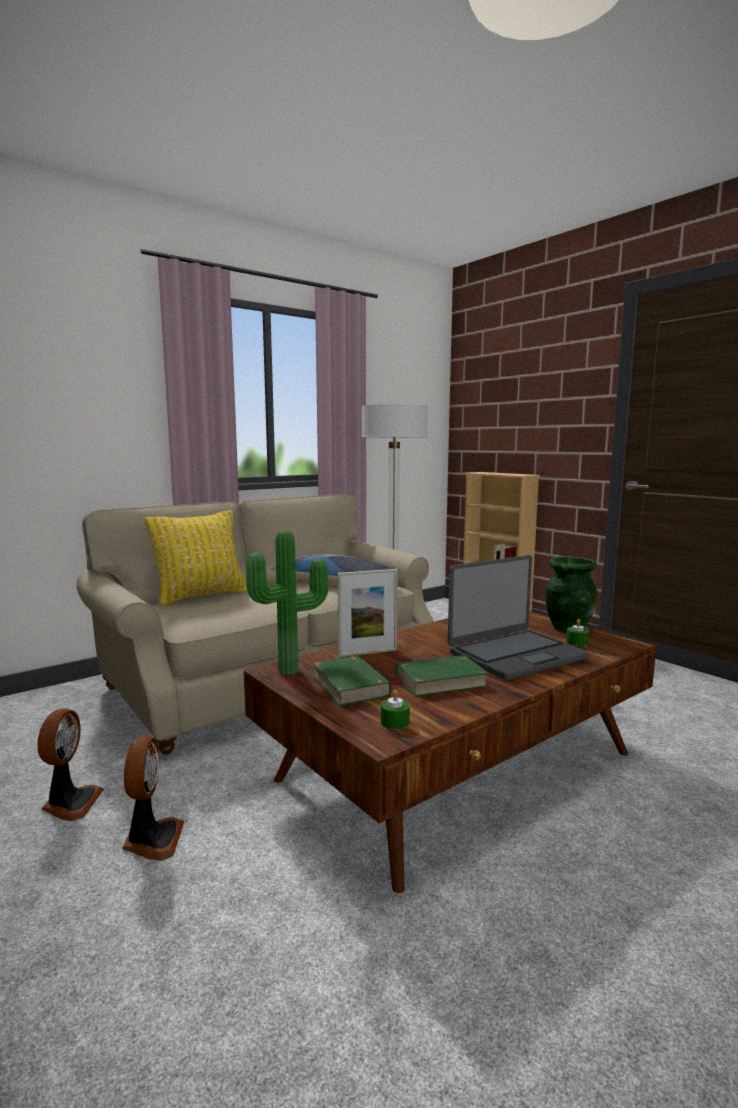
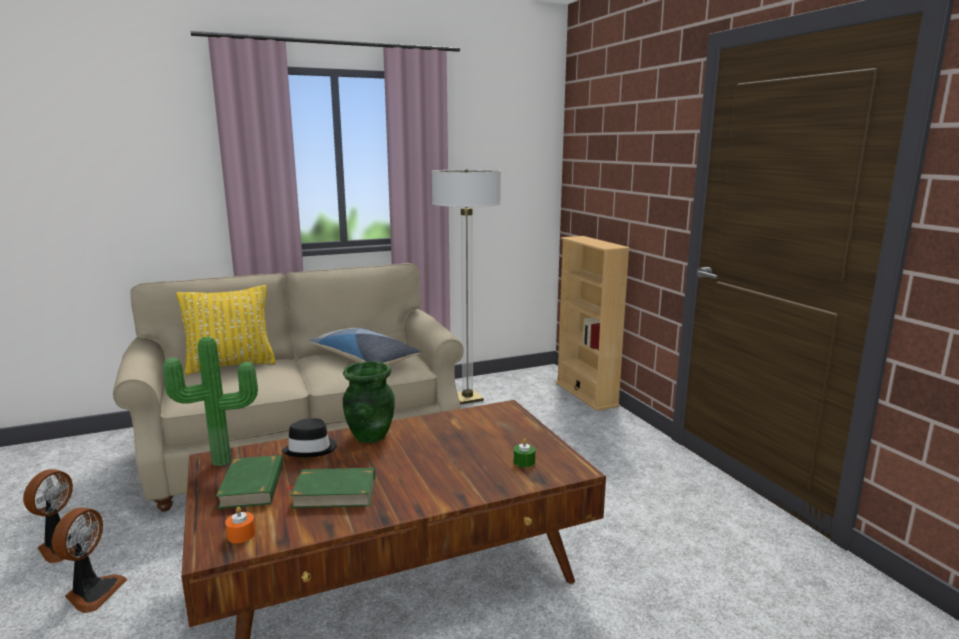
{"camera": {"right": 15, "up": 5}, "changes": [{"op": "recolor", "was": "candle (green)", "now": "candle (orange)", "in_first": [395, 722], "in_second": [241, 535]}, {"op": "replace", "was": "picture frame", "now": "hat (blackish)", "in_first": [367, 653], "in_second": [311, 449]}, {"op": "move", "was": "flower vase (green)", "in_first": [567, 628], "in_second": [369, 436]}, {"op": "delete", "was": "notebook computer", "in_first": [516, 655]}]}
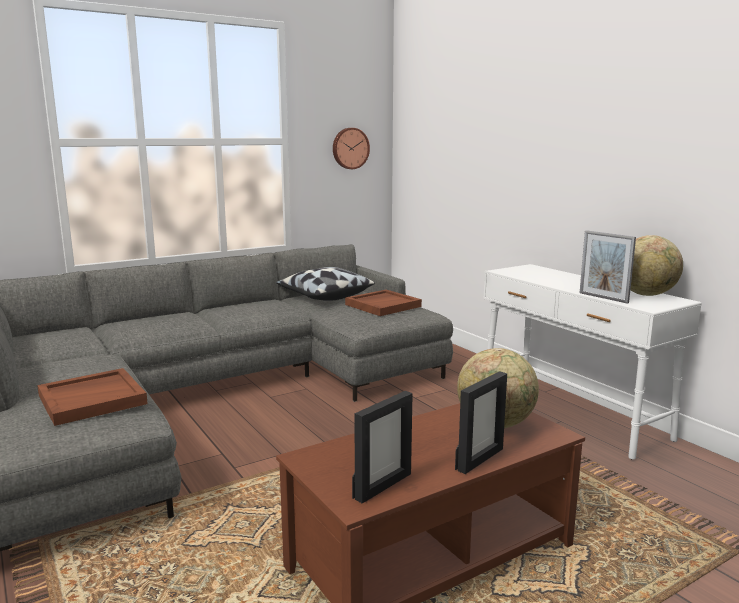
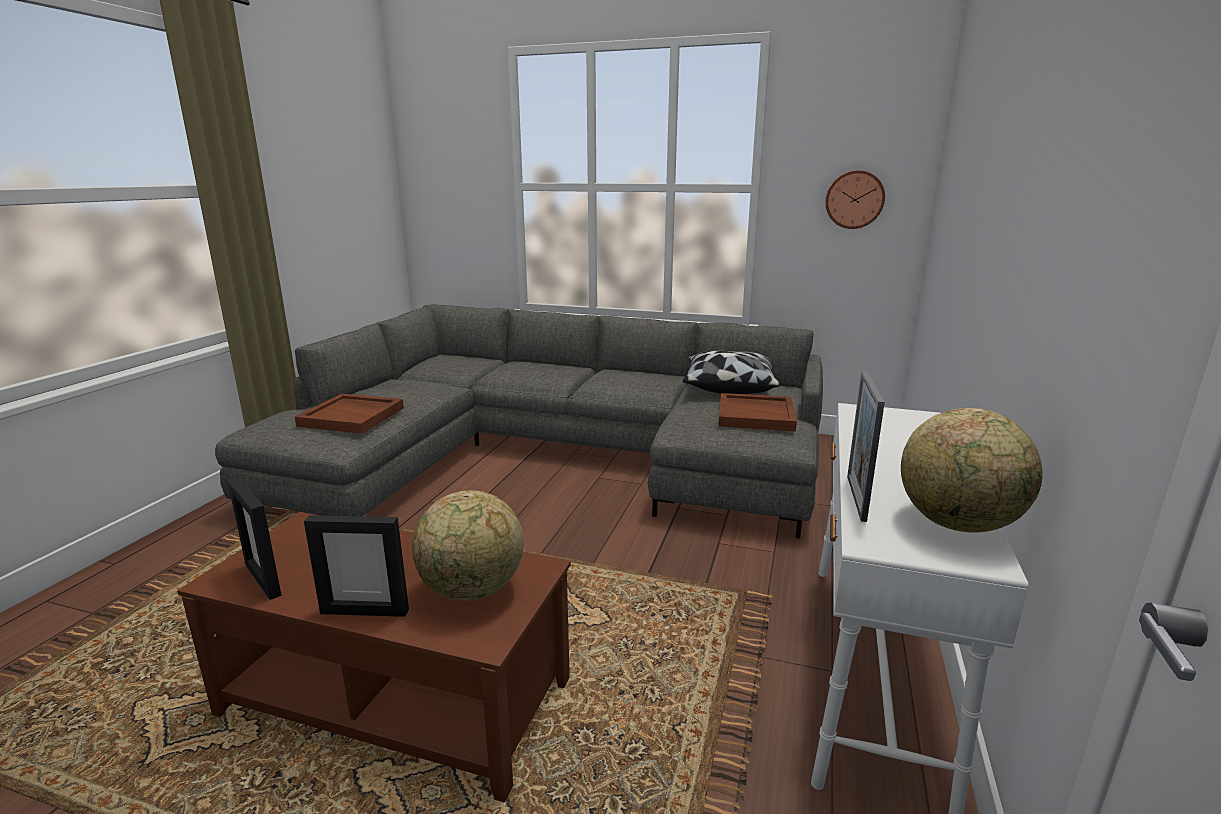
{"camera": {"right": 50, "up": 5}, "changes": [{"op": "rotate", "was": "picture frame", "in_first": [382, 485], "in_second": [264, 579], "clockwise": 45}]}
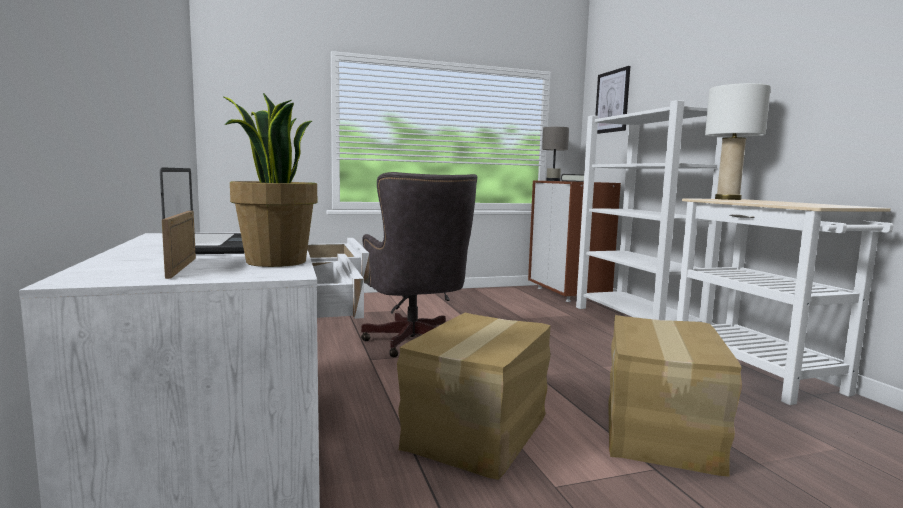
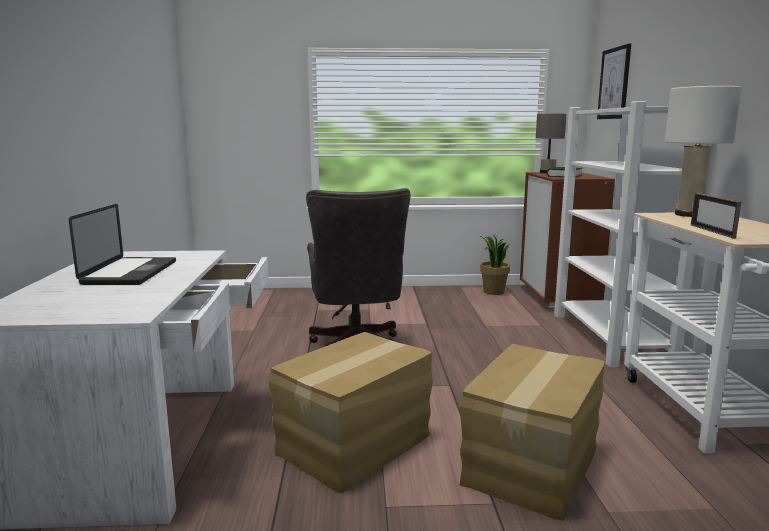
{"camera": {"right": 15, "up": 5}, "changes": [{"op": "move", "was": "houseplant", "in_first": [275, 262], "in_second": [493, 292]}, {"op": "move", "was": "picture frame", "in_first": [182, 267], "in_second": [711, 231]}]}
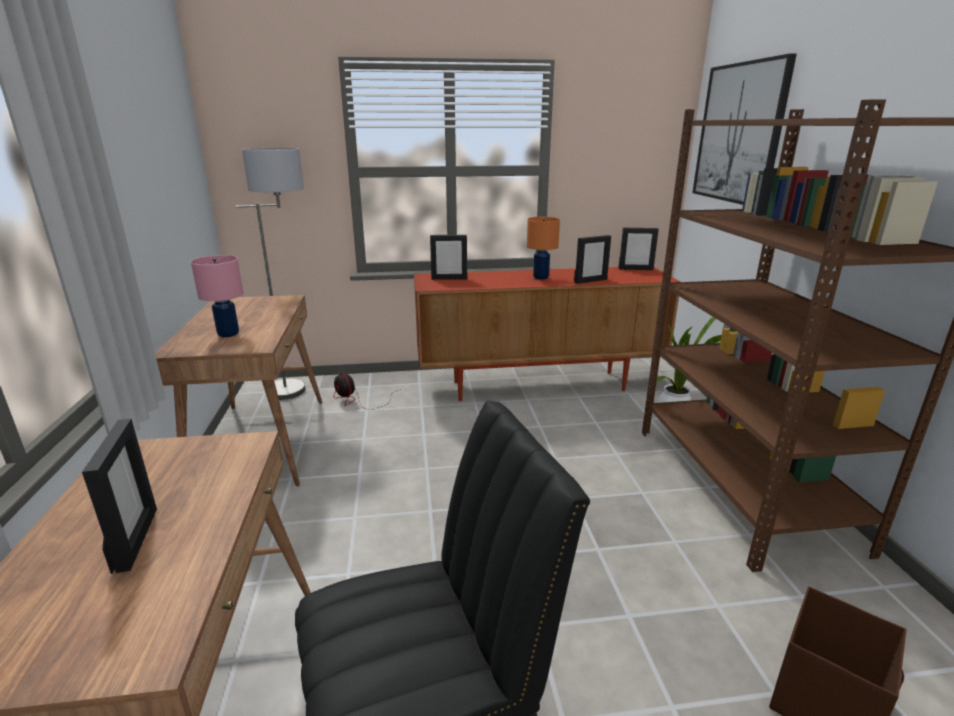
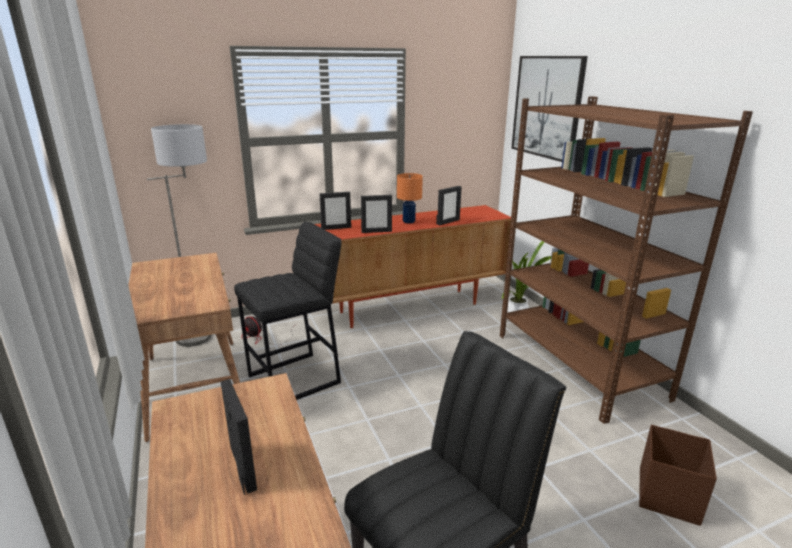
{"camera": {"right": -15, "up": 0}, "changes": [{"op": "insert", "now": "sitting stool (blackish)", "in_second": [296, 378]}, {"op": "move", "was": "picture frame", "in_first": [635, 269], "in_second": [376, 231]}, {"op": "delete", "was": "lamp for a table (pink)", "in_first": [230, 334]}]}
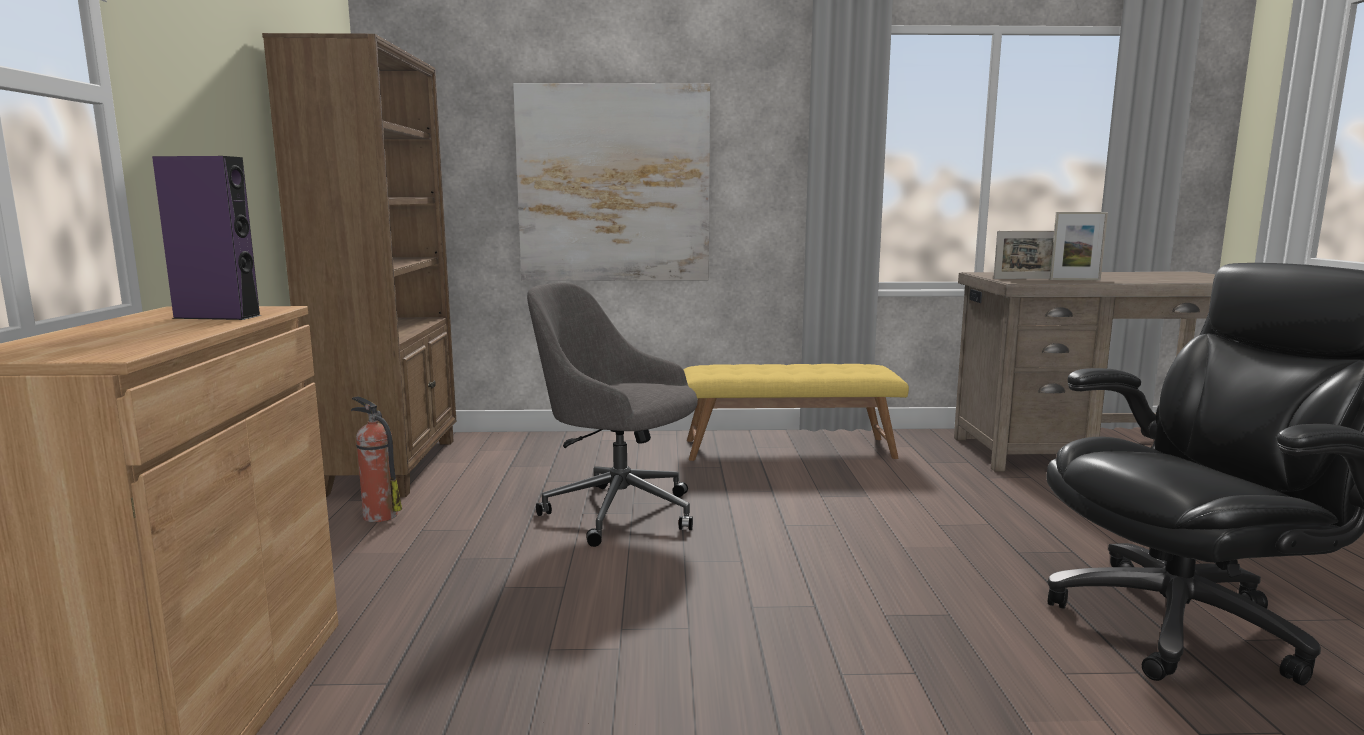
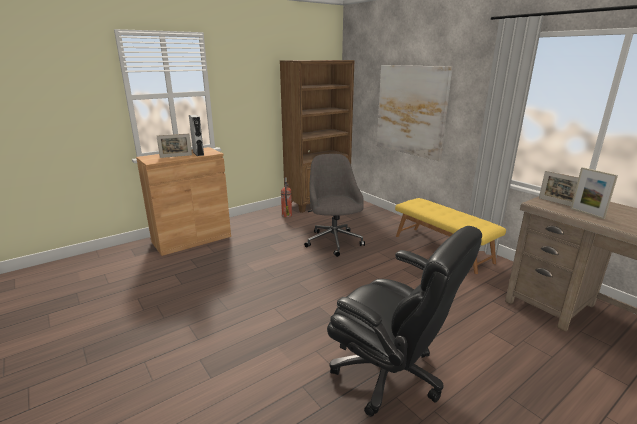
{"camera": {"right": 55, "up": 10}, "changes": [{"op": "insert", "now": "picture frame", "in_second": [176, 156]}, {"op": "recolor", "was": "loudspeaker (purple-coloured)", "now": "loudspeaker (grey)", "in_first": [217, 317], "in_second": [198, 153]}]}
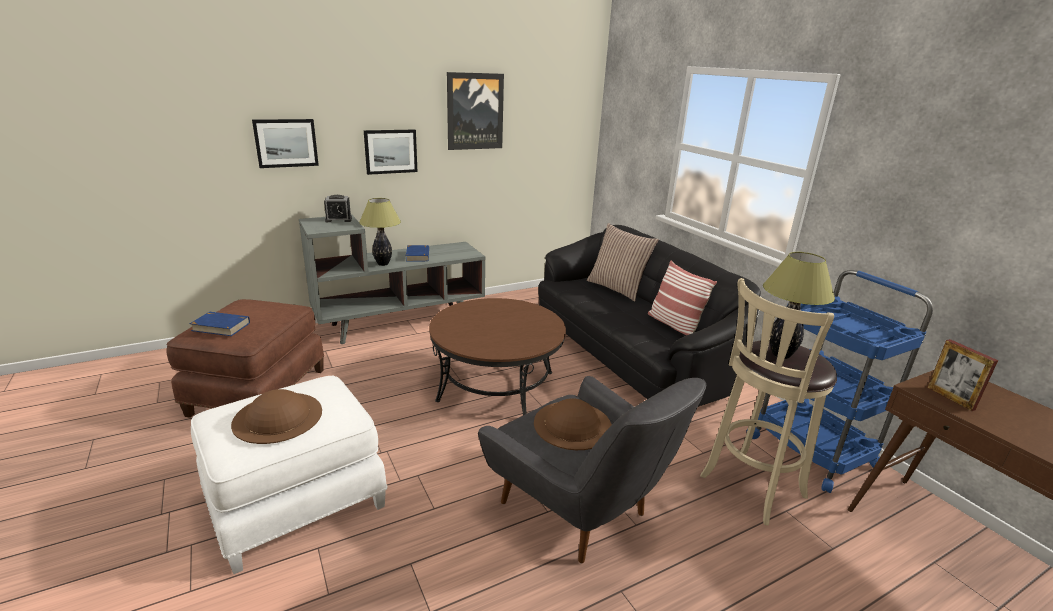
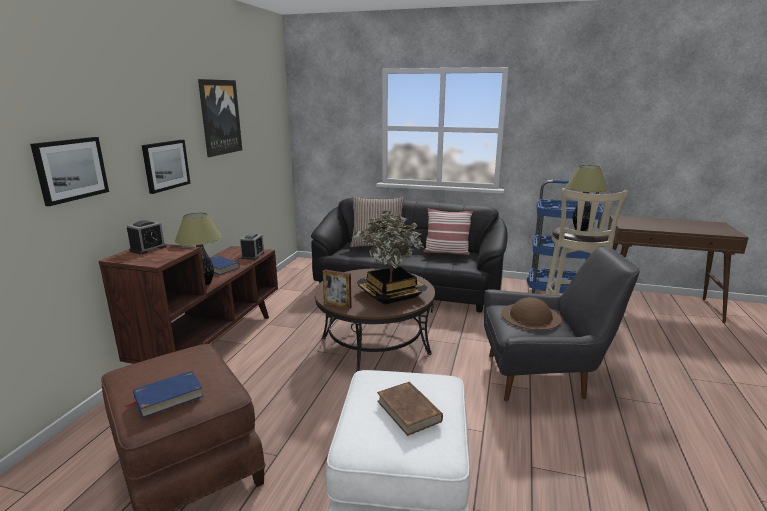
{"camera": {"right": -45, "up": -5}, "changes": [{"op": "recolor", "was": "media console (grey)", "now": "media console (brownish)", "in_first": [401, 322], "in_second": [214, 343]}, {"op": "insert", "now": "bedside clock", "in_second": [253, 255]}, {"op": "move", "was": "picture frame", "in_first": [950, 398], "in_second": [337, 306]}, {"op": "insert", "now": "houseplant", "in_second": [391, 294]}, {"op": "replace", "was": "hat (brownish)", "now": "volume (brownish)", "in_first": [278, 417], "in_second": [409, 411]}]}
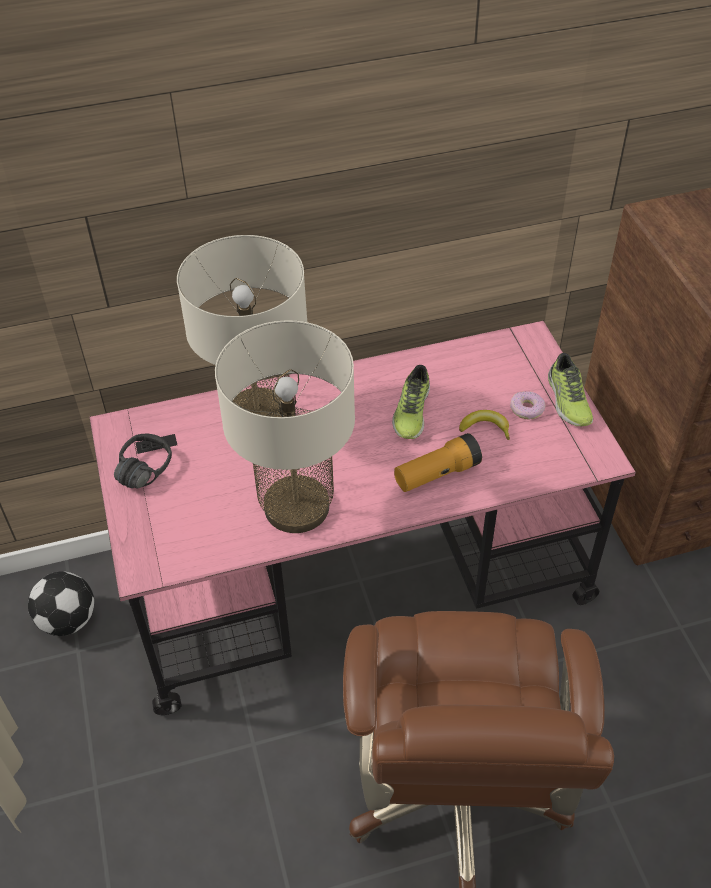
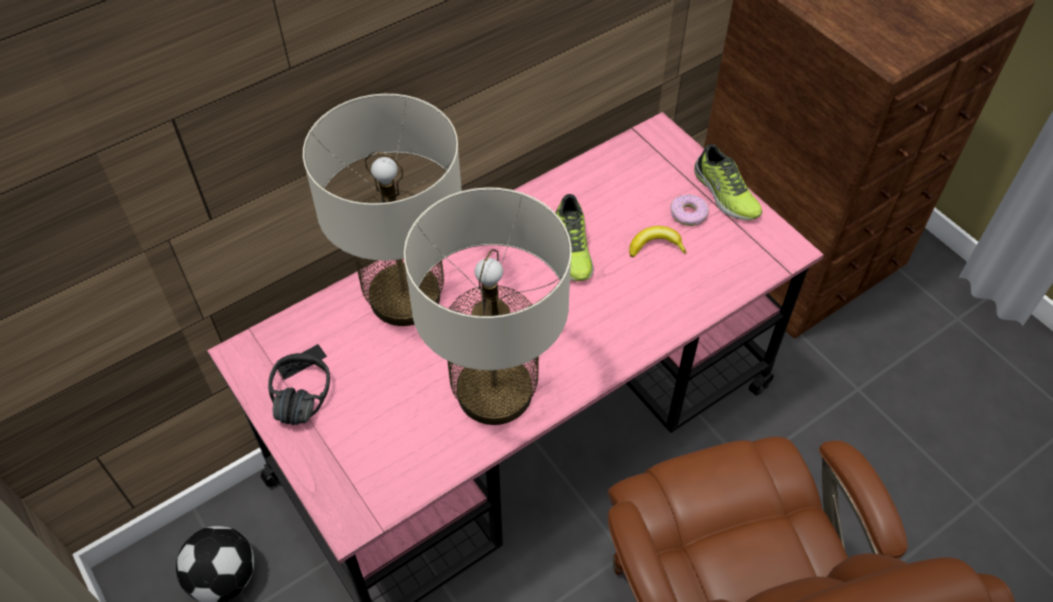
{"camera": {"right": -20, "up": 5}, "changes": [{"op": "delete", "was": "hand torch", "in_first": [436, 474]}]}
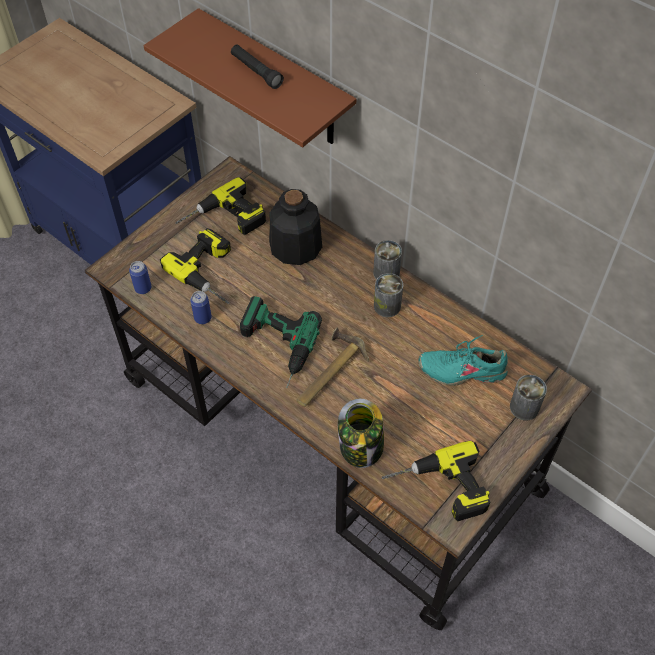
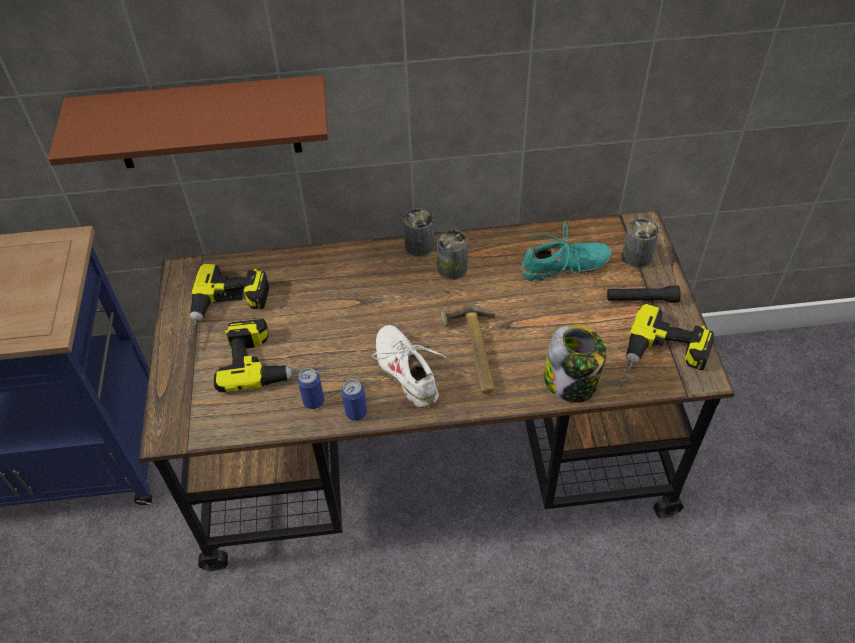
{"camera": {"right": -45, "up": -5}, "changes": [{"op": "move", "was": "metal can", "in_first": [143, 288], "in_second": [356, 413]}, {"op": "replace", "was": "power drill", "now": "shoe (whitish)", "in_first": [274, 348], "in_second": [407, 371]}, {"op": "rotate", "was": "shoe (turquoise)", "in_first": [462, 370], "in_second": [564, 268], "clockwise": -150}, {"op": "move", "was": "hand torch (blackish)", "in_first": [256, 72], "in_second": [641, 300]}, {"op": "delete", "was": "beverage bottle", "in_first": [295, 246]}]}
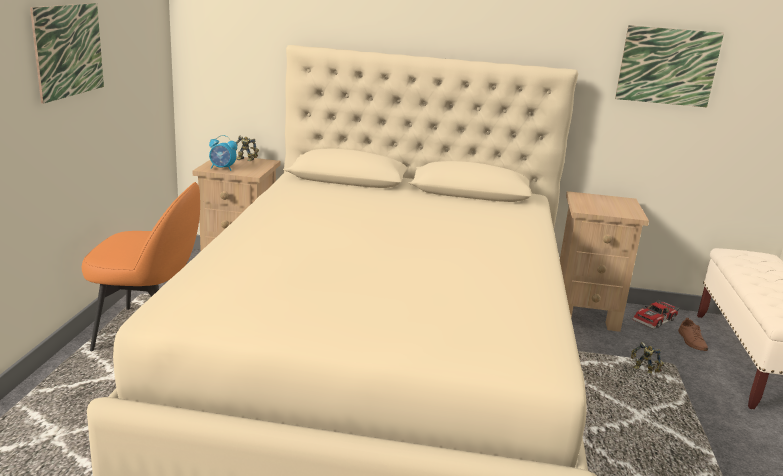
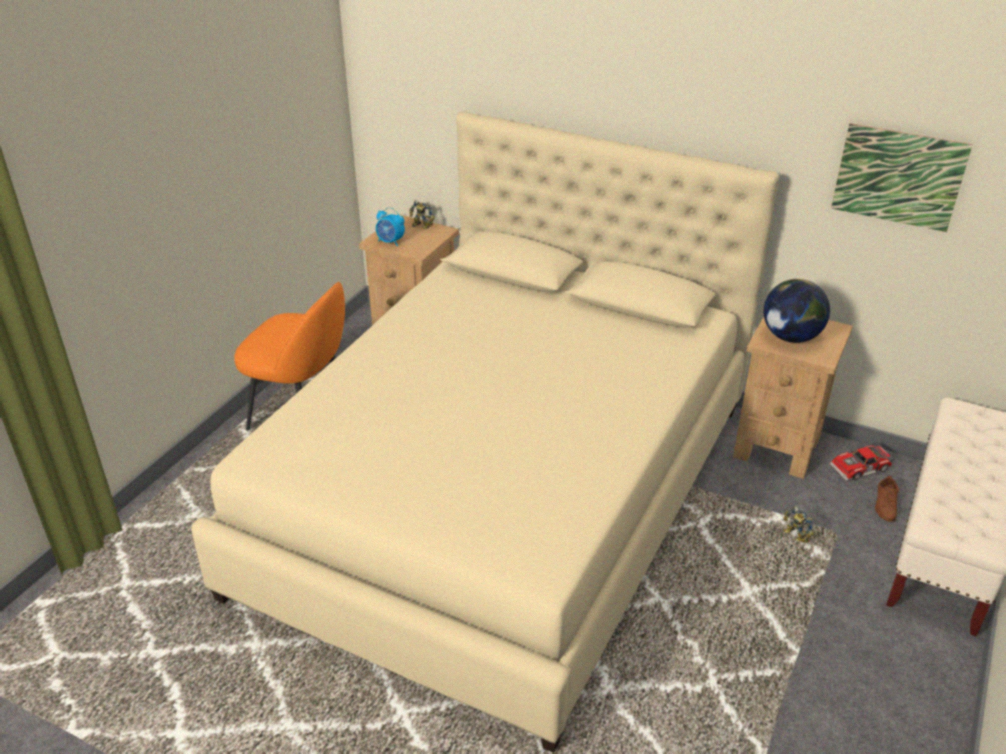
{"camera": {"right": 20, "up": 15}, "changes": [{"op": "insert", "now": "world globe", "in_second": [791, 337]}, {"op": "delete", "was": "picture", "in_first": [69, 50]}]}
